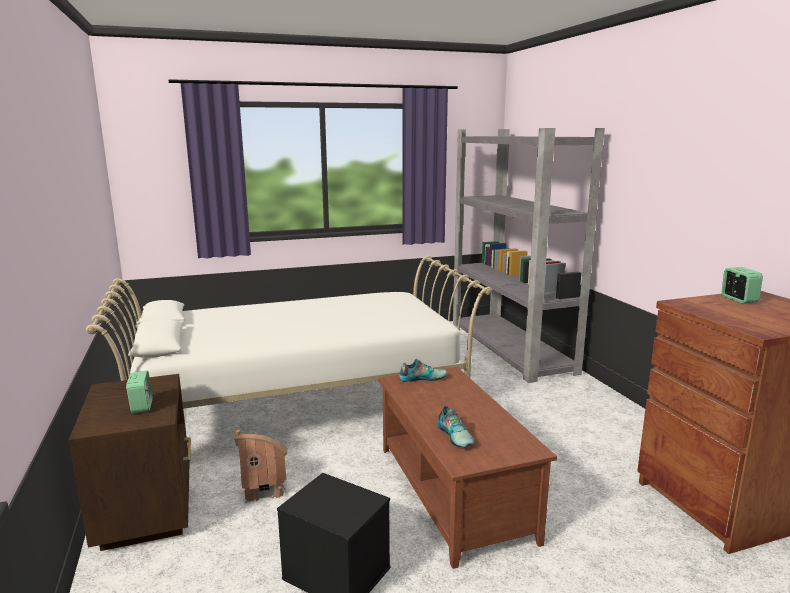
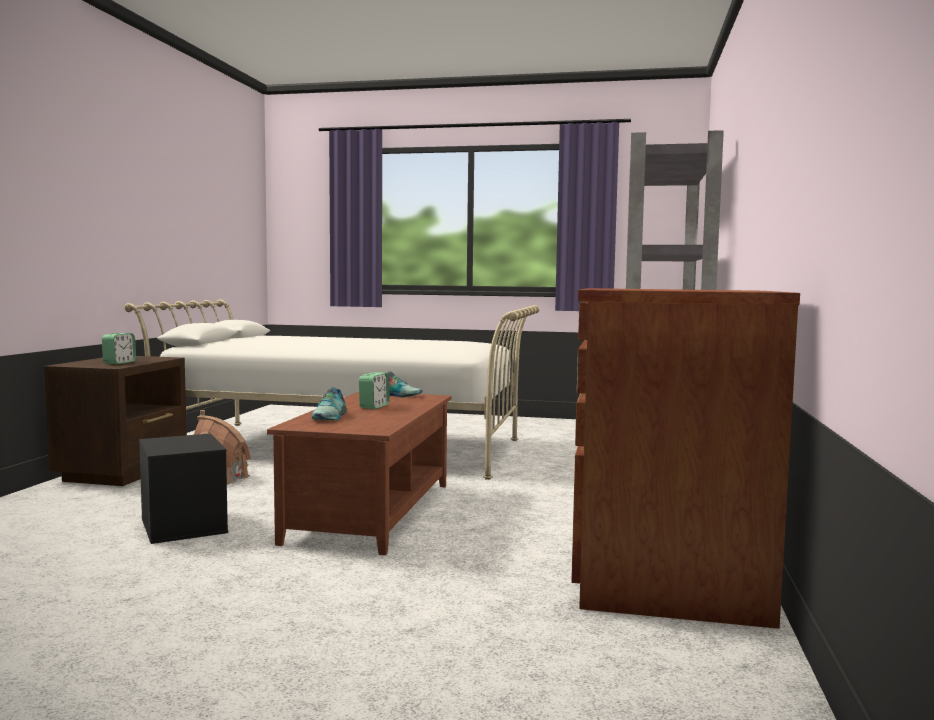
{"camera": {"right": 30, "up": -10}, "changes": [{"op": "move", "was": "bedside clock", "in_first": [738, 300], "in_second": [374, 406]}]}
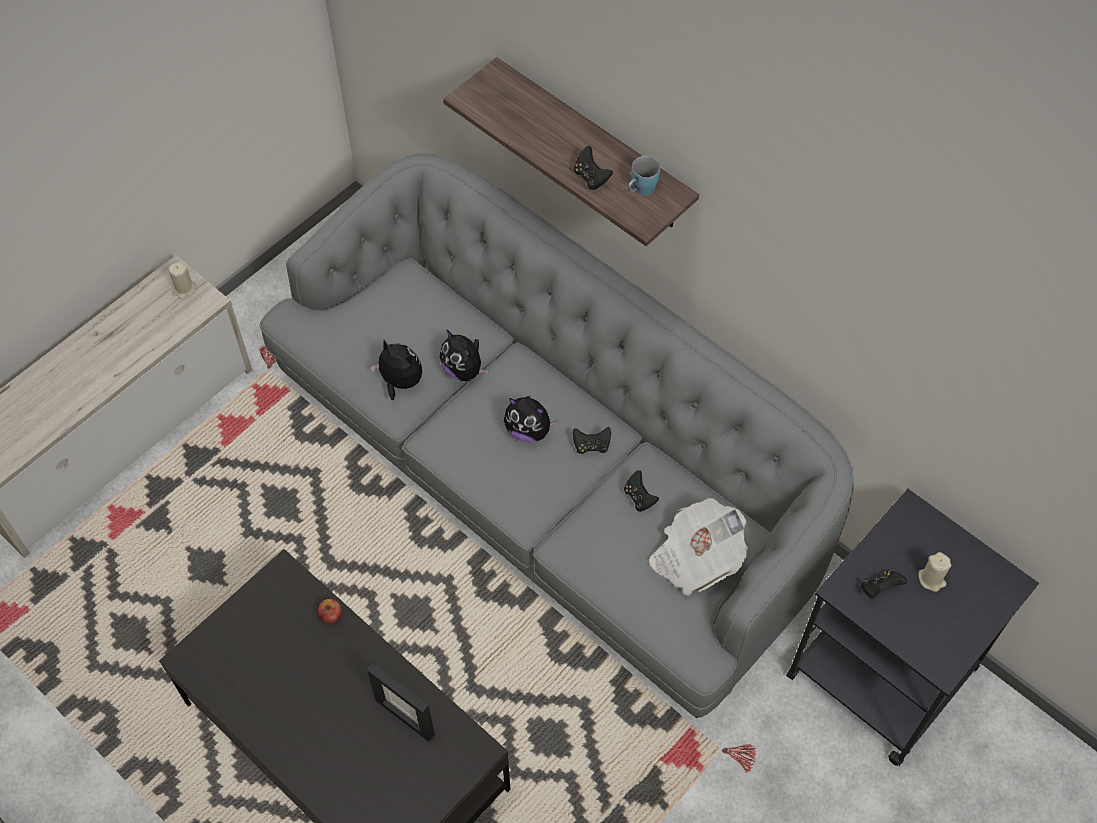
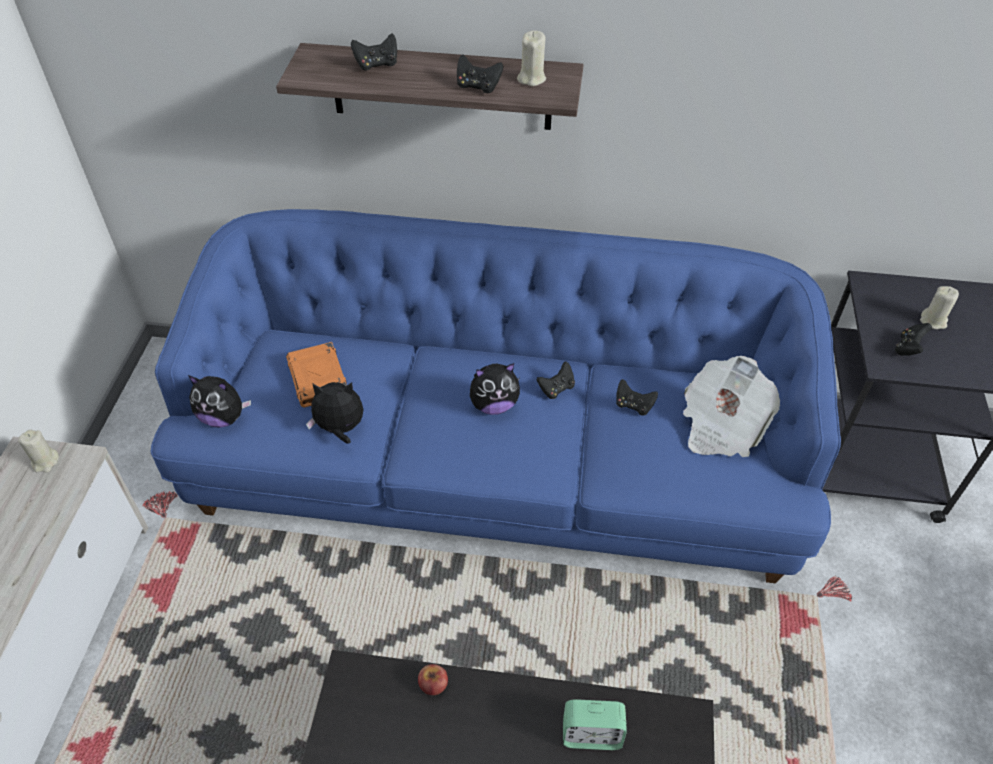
{"camera": {"right": -35, "up": -10}, "changes": [{"op": "recolor", "was": "settee (grey)", "now": "settee (blue-coloured)", "in_first": [548, 478], "in_second": [496, 467]}, {"op": "move", "was": "soft toy", "in_first": [464, 370], "in_second": [223, 417]}, {"op": "insert", "now": "volume (orange)", "in_second": [318, 379]}, {"op": "insert", "now": "joypad (blackish)", "in_second": [377, 64]}, {"op": "replace", "was": "tea mug (blue-coloured)", "now": "candle (beige)", "in_first": [640, 190], "in_second": [531, 78]}, {"op": "replace", "was": "picture frame", "now": "bedside clock", "in_first": [406, 716], "in_second": [591, 735]}]}
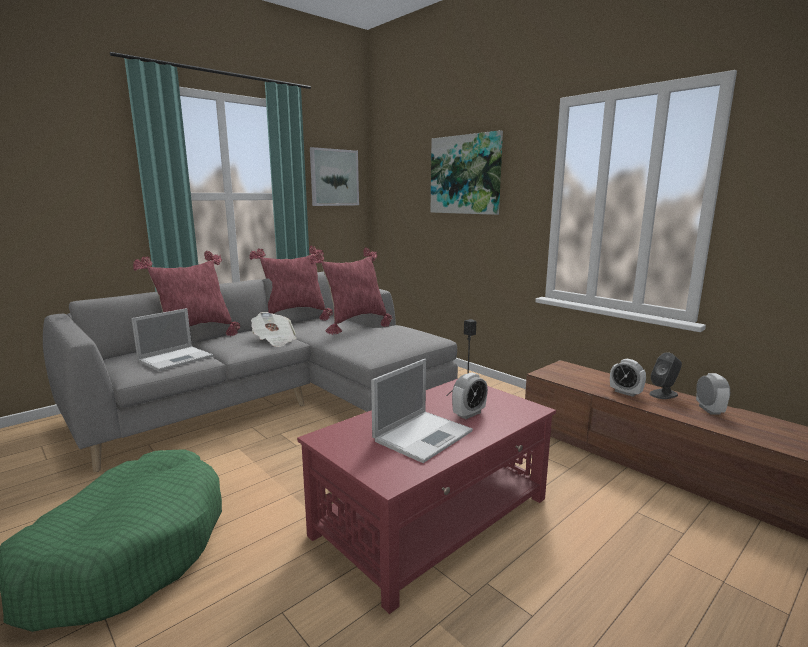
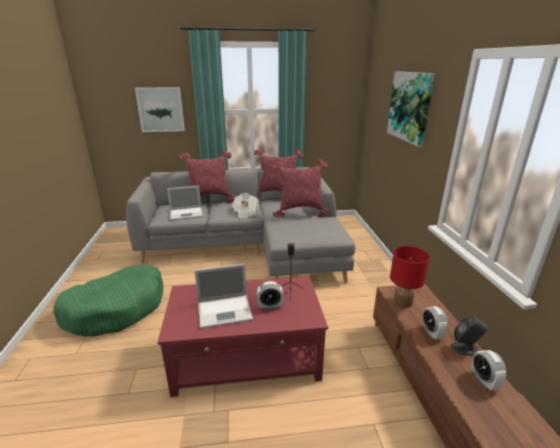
{"camera": {"right": 35, "up": 10}, "changes": [{"op": "move", "was": "picture", "in_first": [334, 177], "in_second": [160, 109]}, {"op": "insert", "now": "lamp for a table (red-coloured)", "in_second": [402, 302]}, {"op": "rotate", "was": "bedside clock", "in_first": [709, 410], "in_second": [484, 381], "clockwise": 135}]}
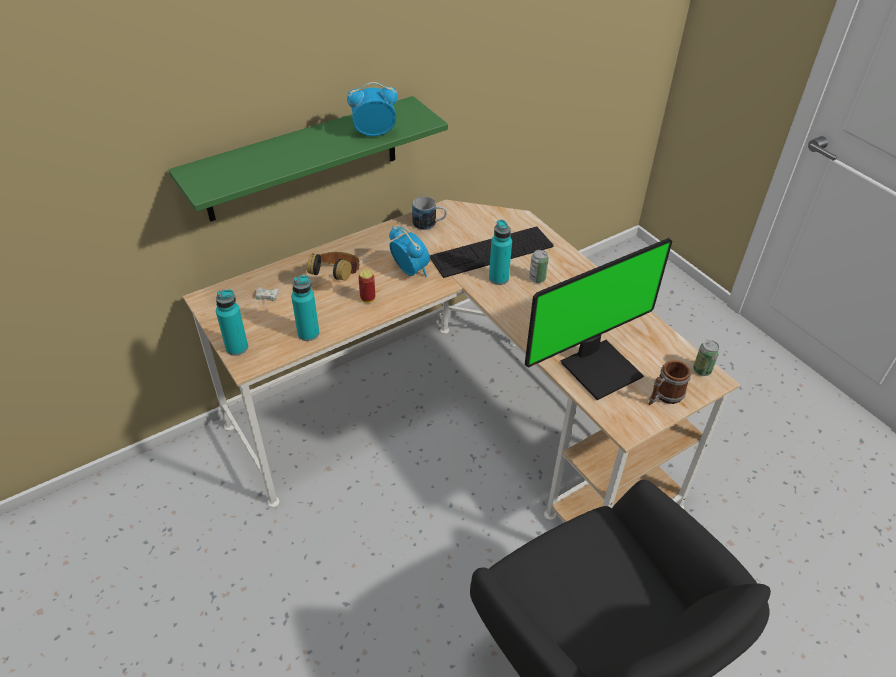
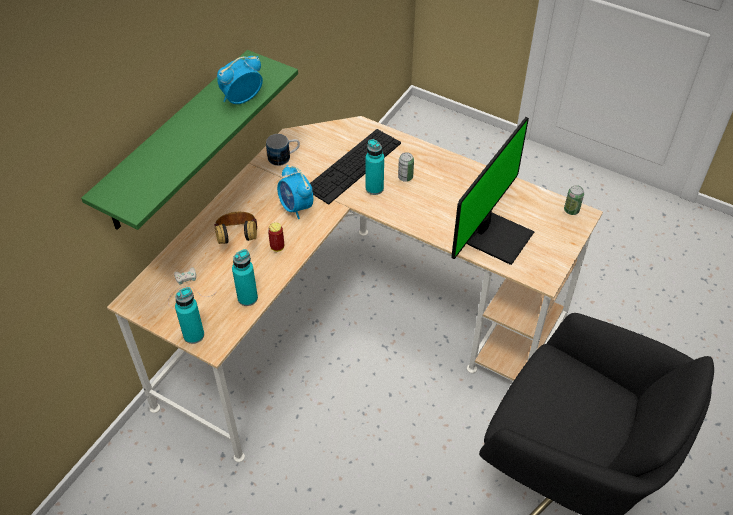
{"camera": {"right": -25, "up": 5}, "changes": [{"op": "rotate", "was": "bedside clock", "in_first": [410, 270], "in_second": [296, 207], "clockwise": -150}, {"op": "delete", "was": "tea mug", "in_first": [664, 396]}]}
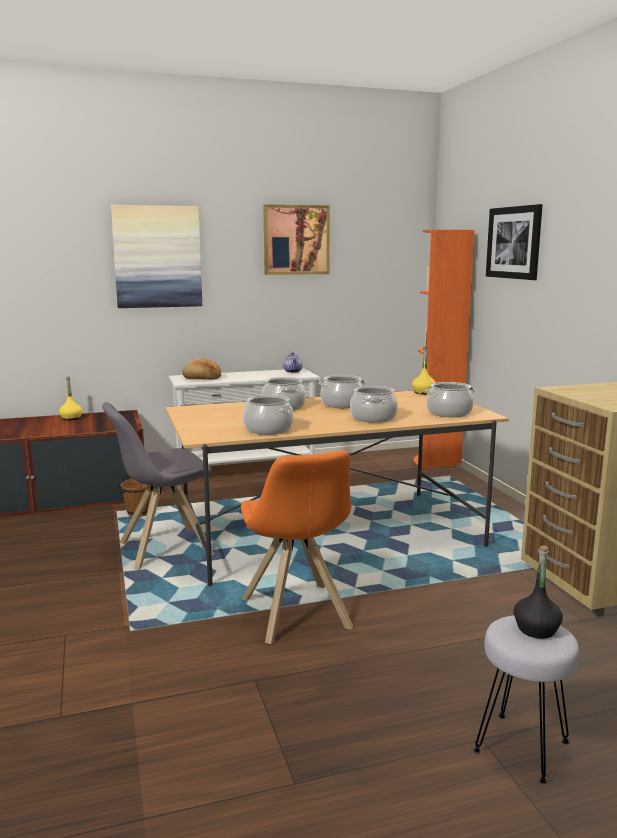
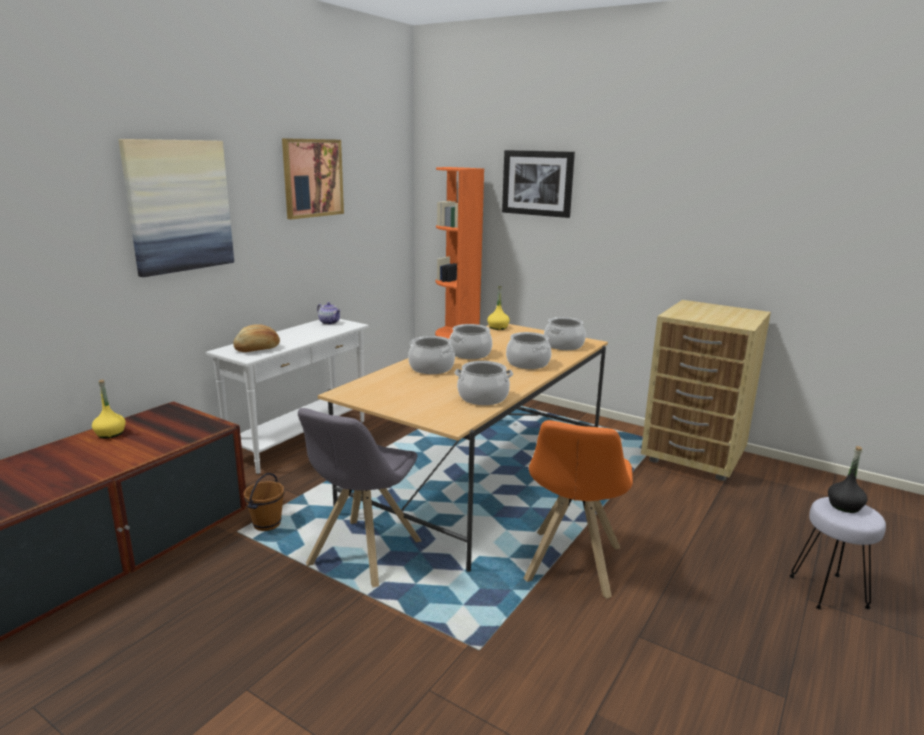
{"camera": {"right": -40, "up": 5}, "changes": [{"op": "rotate", "was": "upright chair (orange)", "in_first": [296, 613], "in_second": [572, 564], "clockwise": 75}]}
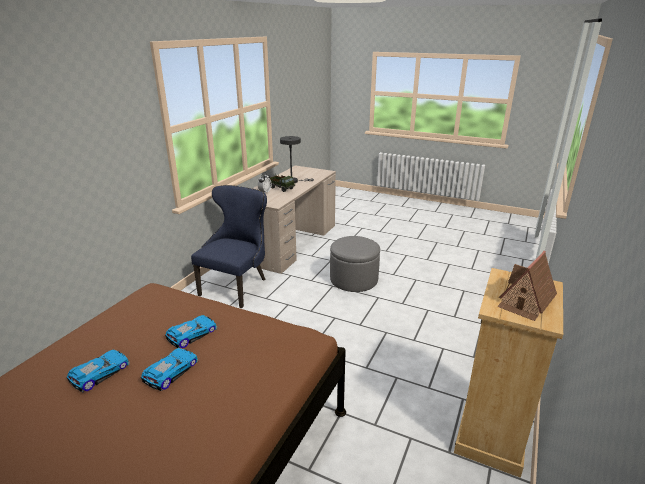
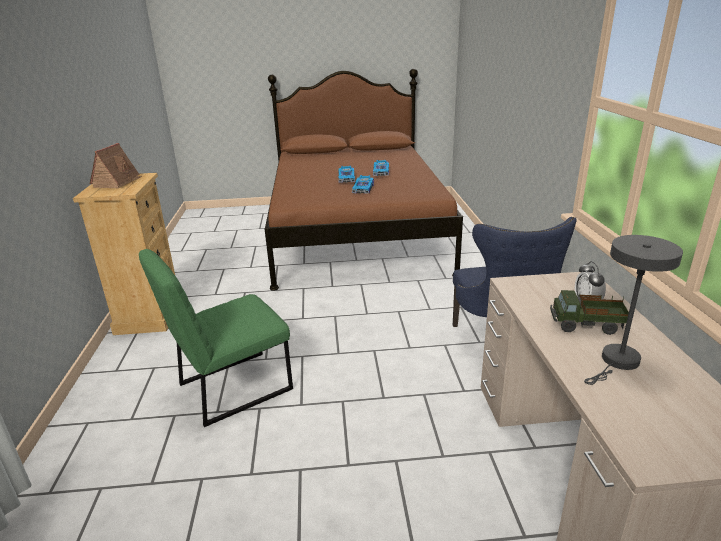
{"camera": {"right": 150, "up": 0}, "changes": [{"op": "insert", "now": "upright chair (green)", "in_second": [231, 387]}, {"op": "delete", "was": "footrest (grey)", "in_first": [354, 279]}]}
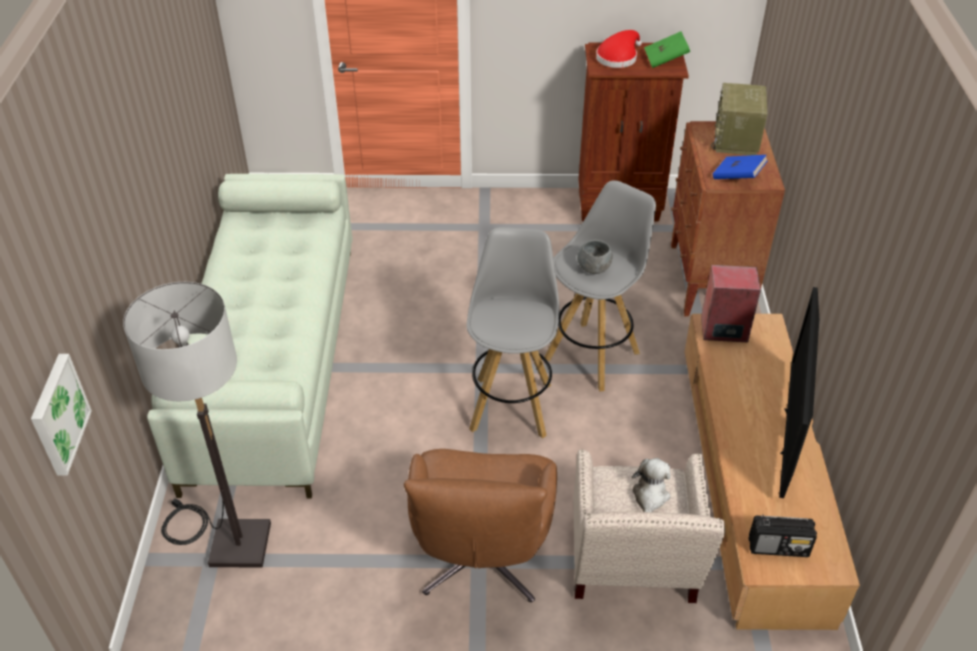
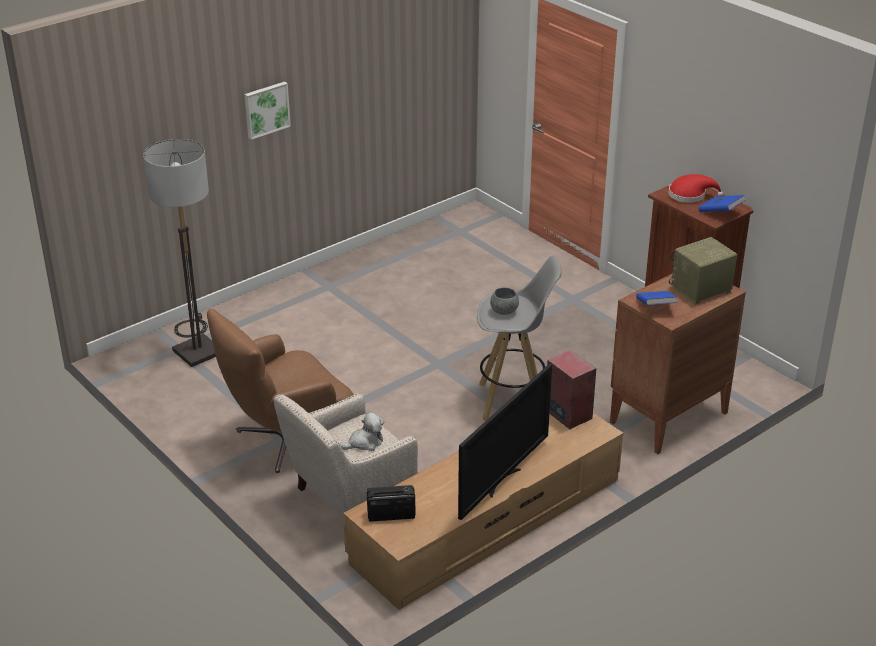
{"camera": {"right": 50, "up": -10}, "changes": [{"op": "move", "was": "picture", "in_first": [57, 414], "in_second": [266, 109]}, {"op": "rotate", "was": "radio receiver", "in_first": [779, 547], "in_second": [390, 514], "clockwise": 120}, {"op": "rotate", "was": "television", "in_first": [789, 433], "in_second": [501, 481], "clockwise": 150}, {"op": "recolor", "was": "volume (green)", "now": "volume (blue-coloured)", "in_first": [665, 59], "in_second": [720, 212]}, {"op": "delete", "was": "settee (whitish)", "in_first": [273, 360]}, {"op": "delete", "was": "sitting stool (grey)", "in_first": [512, 405]}]}
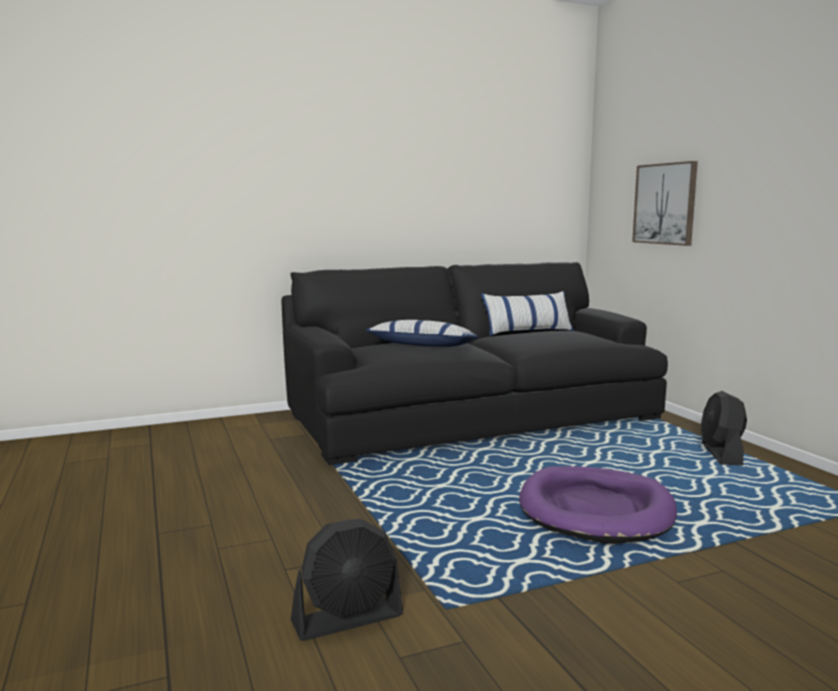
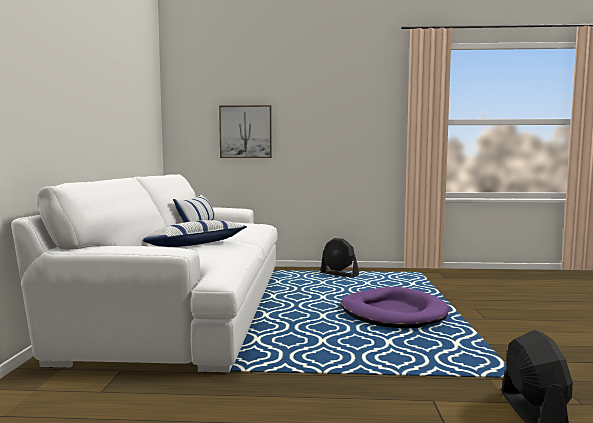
{"camera": {"right": -65, "up": -5}, "changes": [{"op": "recolor", "was": "settee (blackish)", "now": "settee (whitish)", "in_first": [471, 415], "in_second": [187, 304]}]}
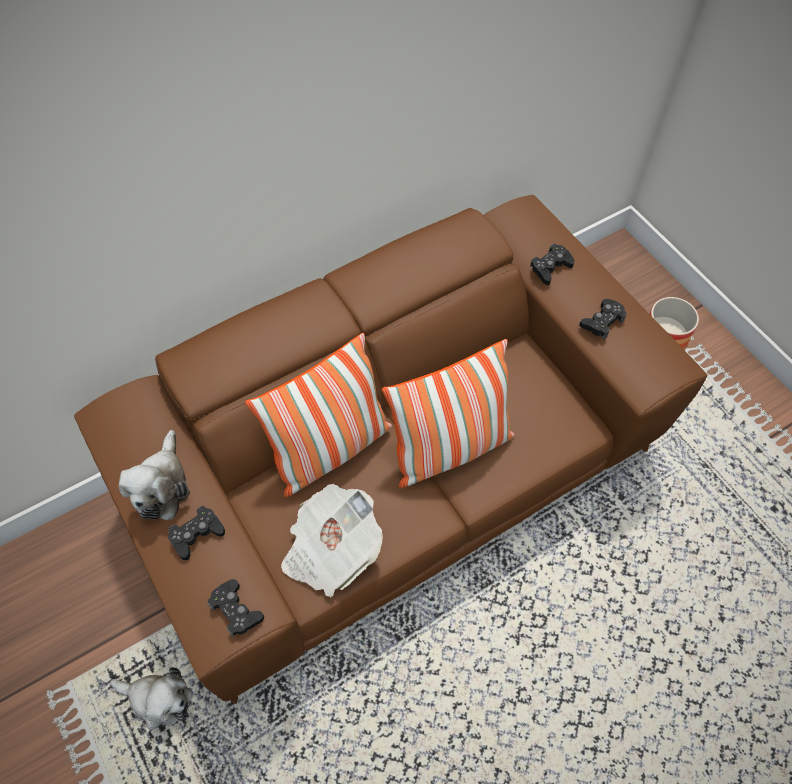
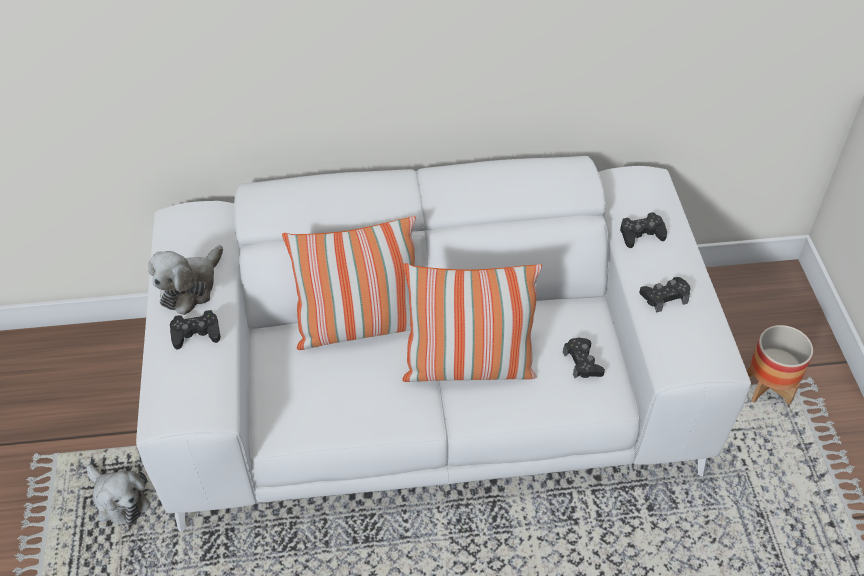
{"camera": {"right": 25, "up": -10}, "changes": [{"op": "recolor", "was": "settee (brownish)", "now": "settee (whitish)", "in_first": [395, 474], "in_second": [432, 399]}, {"op": "move", "was": "joypad (blackish)", "in_first": [236, 610], "in_second": [582, 362]}, {"op": "delete", "was": "newspaper", "in_first": [331, 550]}]}
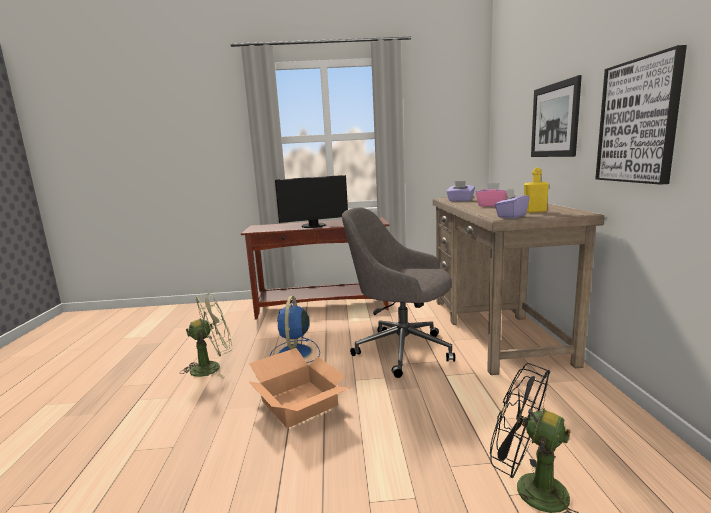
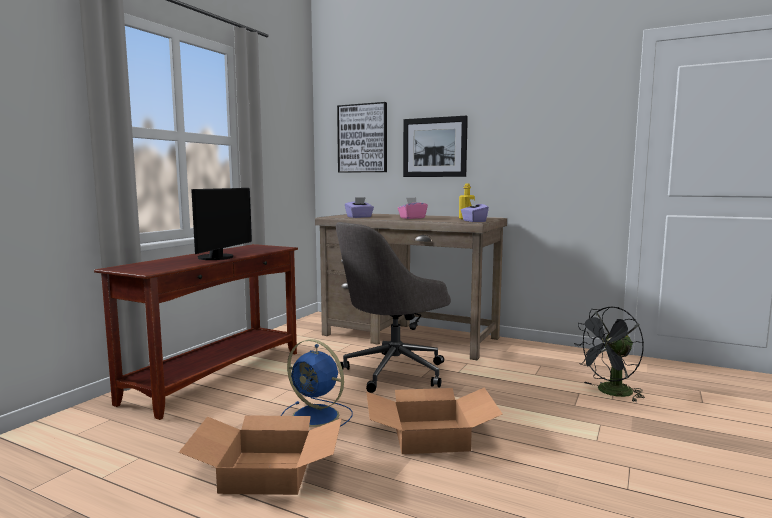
{"camera": {"right": -60, "up": -5}, "changes": [{"op": "replace", "was": "electric fan (green)", "now": "cardboard box", "in_first": [212, 367], "in_second": [265, 473]}, {"op": "move", "was": "picture", "in_first": [638, 121], "in_second": [362, 138]}]}
